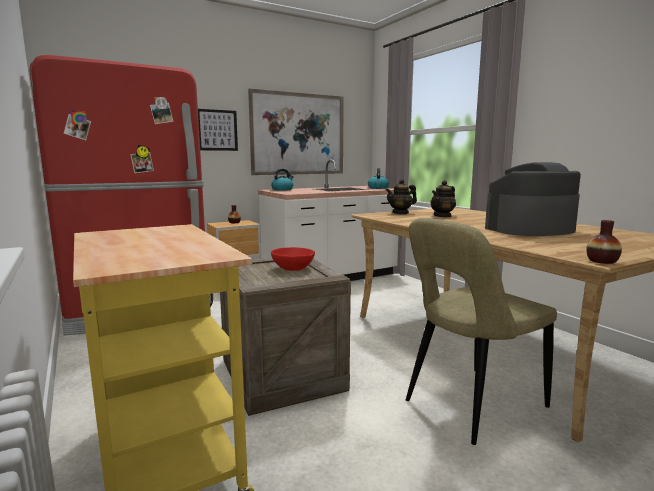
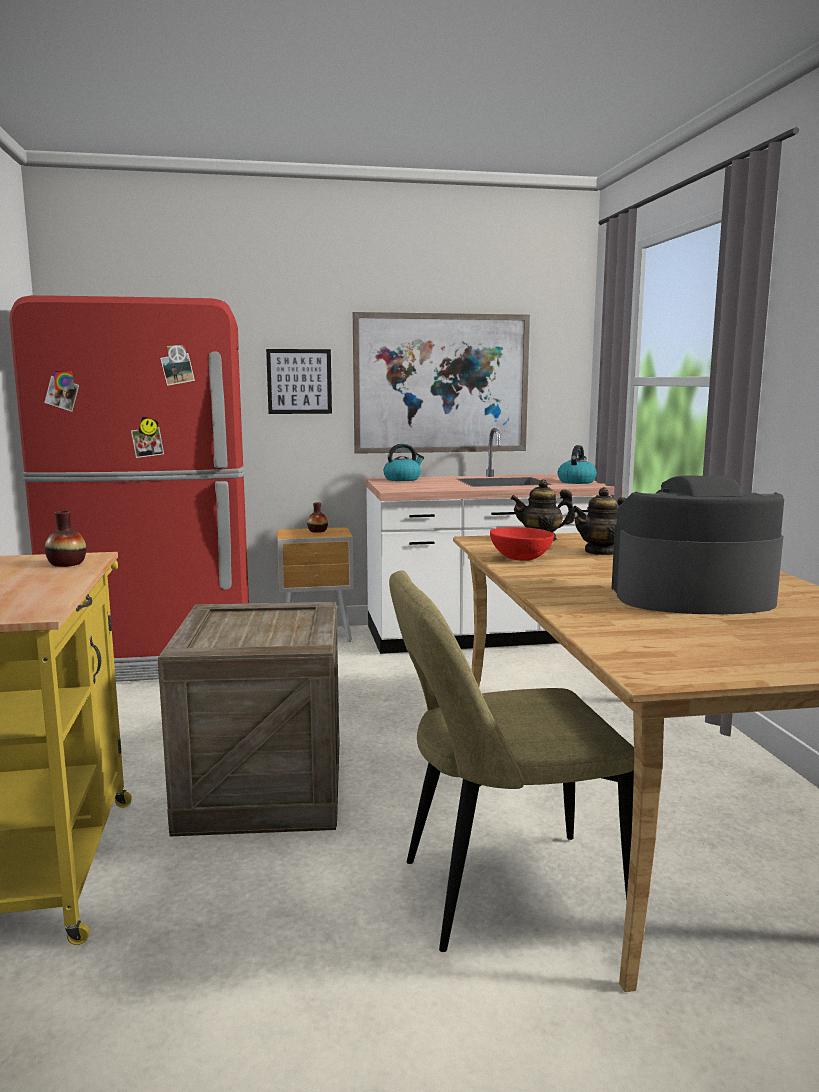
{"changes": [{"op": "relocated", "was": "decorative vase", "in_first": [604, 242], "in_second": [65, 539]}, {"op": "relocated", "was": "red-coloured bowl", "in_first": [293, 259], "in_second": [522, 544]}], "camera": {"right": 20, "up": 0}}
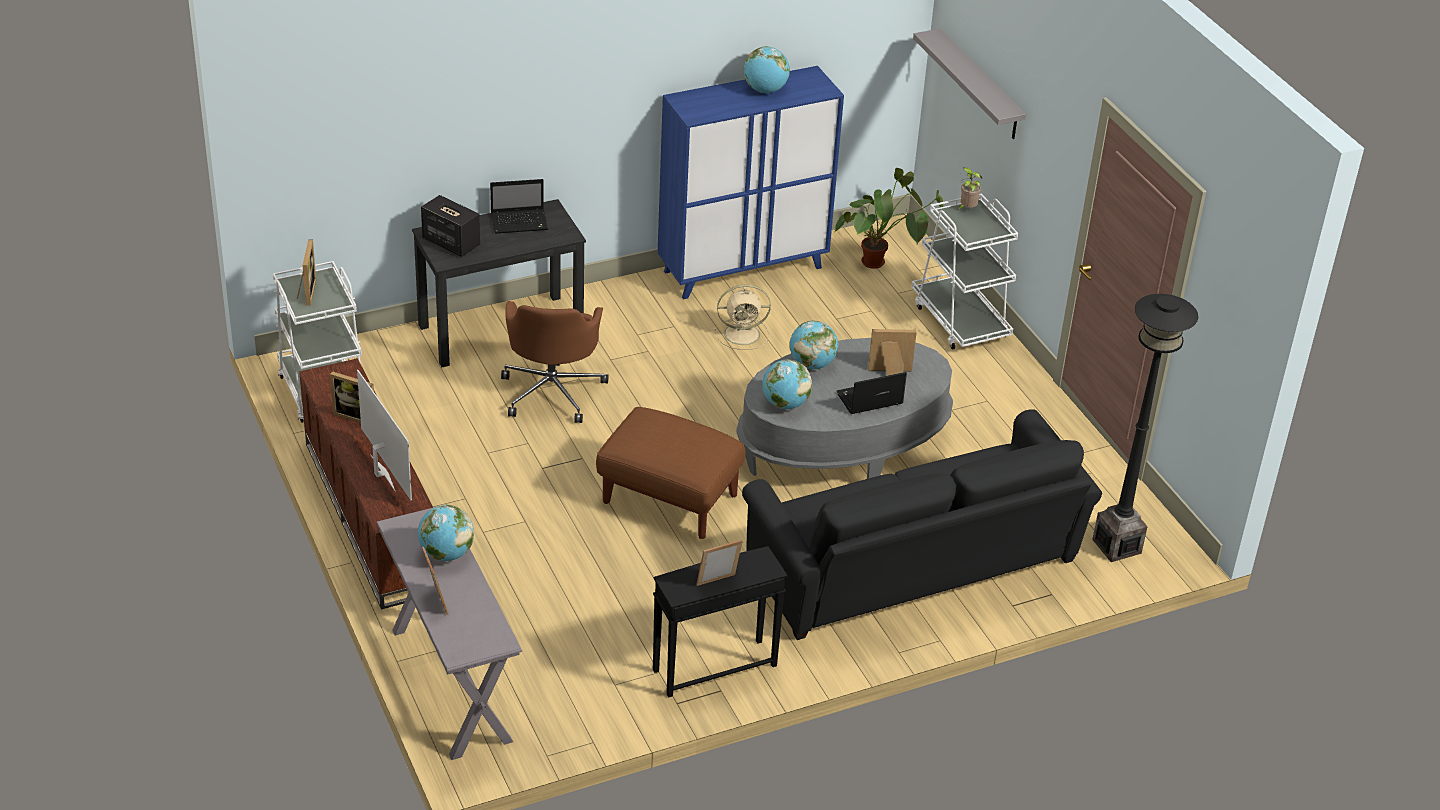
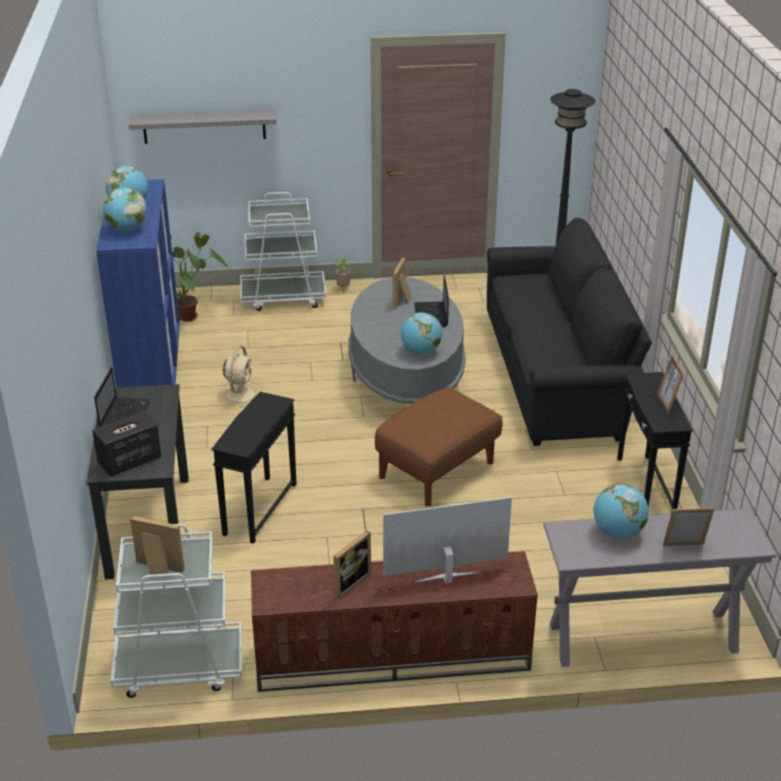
{"changes": [{"op": "relocated", "was": "desk globe", "in_first": [813, 345], "in_second": [125, 210]}, {"op": "exchanged", "was": "brown computer chair", "now": "blackish end table", "in_first": [554, 362], "in_second": [254, 468]}, {"op": "relocated", "was": "potted plant", "in_first": [969, 189], "in_second": [343, 275]}], "camera": {"right": -70, "up": -5}}
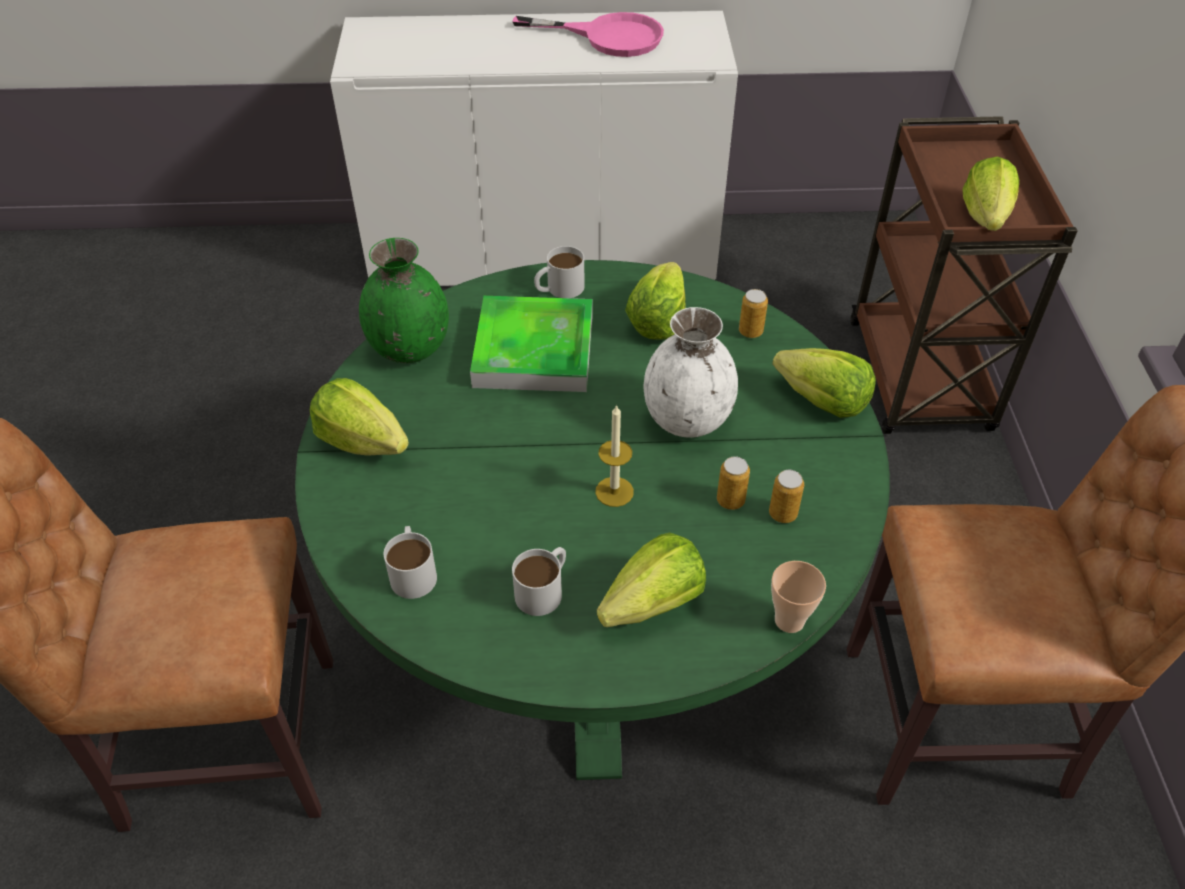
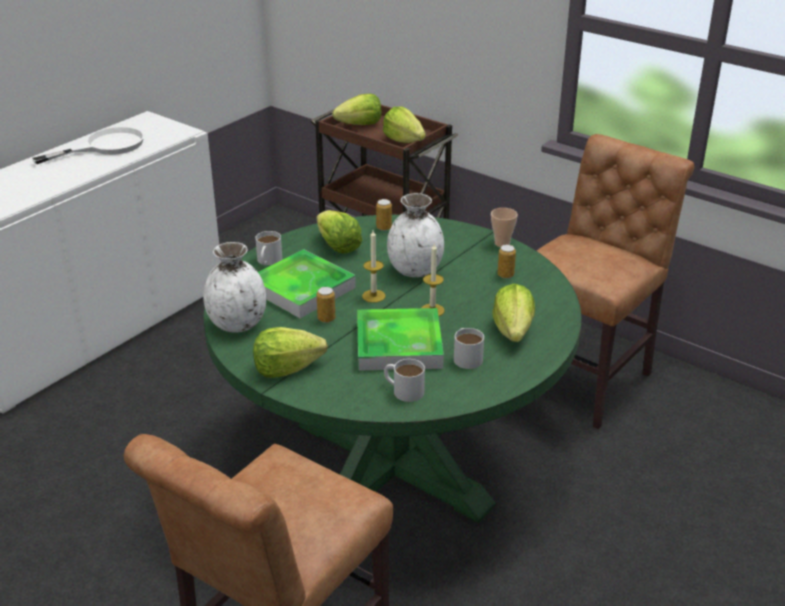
{"changes": [{"op": "colour", "was": "pinkish skillet", "now": "white skillet", "in_first": [588, 34], "in_second": [88, 145]}, {"op": "colour", "was": "green-coloured decorative vase", "now": "white decorative vase", "in_first": [404, 300], "in_second": [234, 287]}, {"op": "relocated", "was": "metal can", "in_first": [733, 483], "in_second": [326, 305]}, {"op": "relocated", "was": "lettuce head", "in_first": [824, 383], "in_second": [357, 109]}, {"op": "appeared", "now": "carrying tray", "in_second": [400, 339]}, {"op": "appeared", "now": "wax candle", "in_second": [373, 266]}, {"op": "relocated", "was": "small cup", "in_first": [798, 597], "in_second": [504, 227]}], "camera": {"right": -50, "up": -15}}
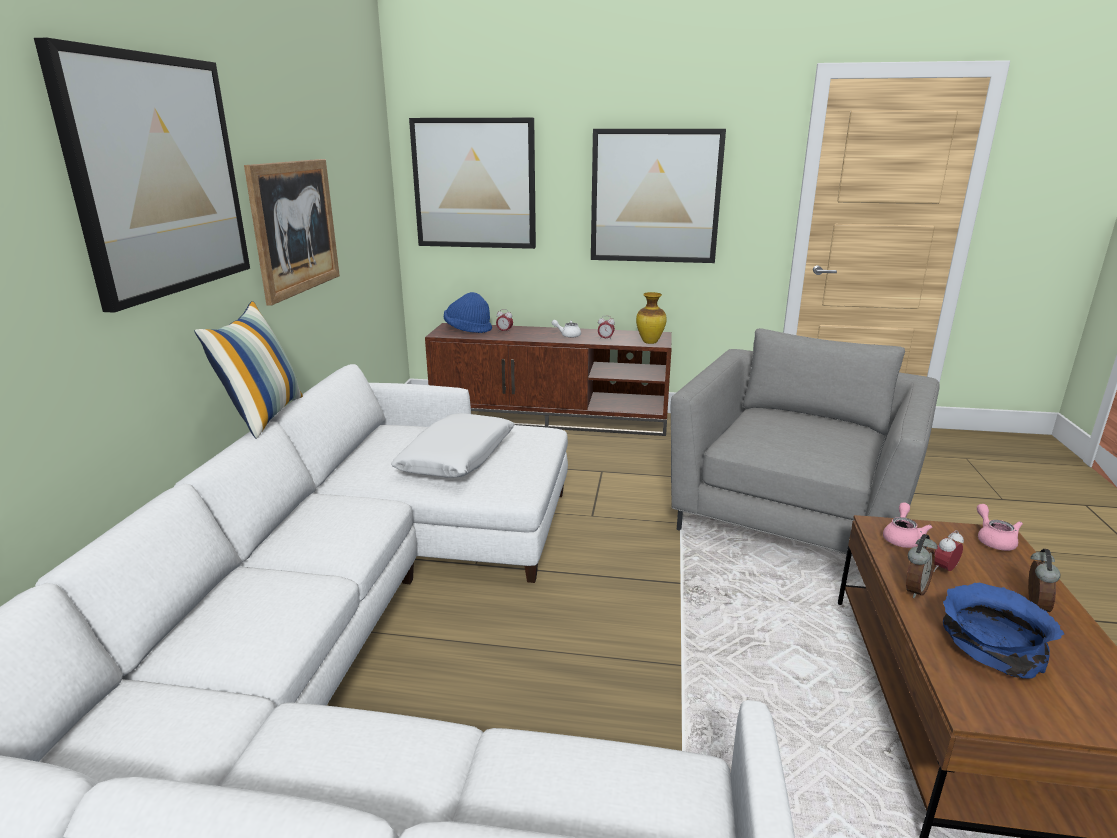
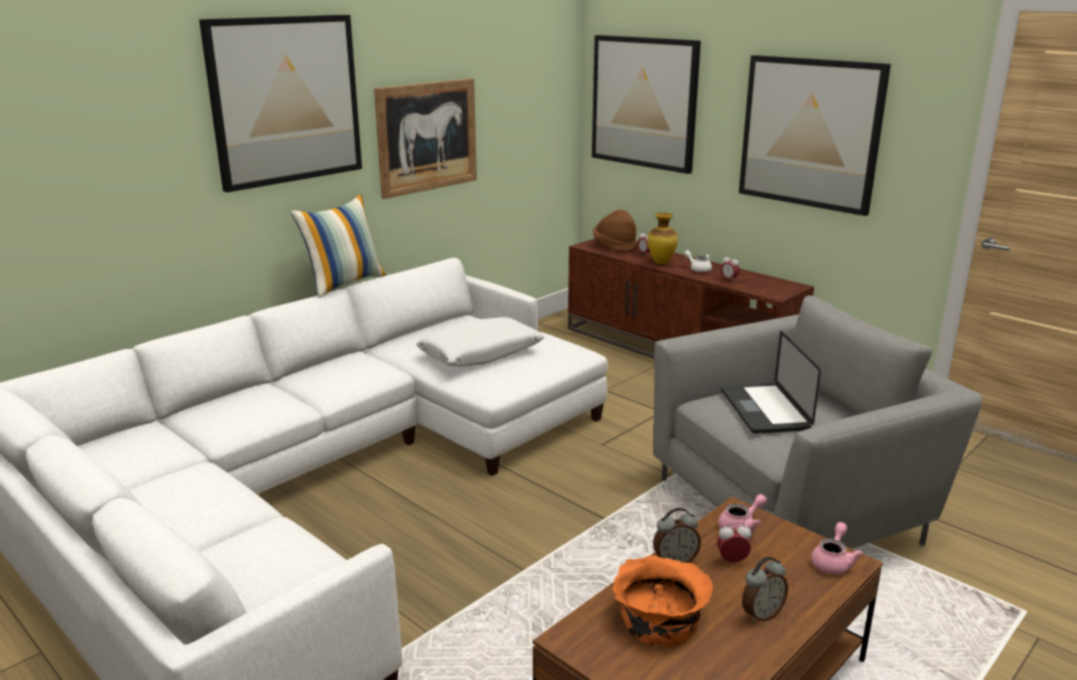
{"changes": [{"op": "colour", "was": "blue-coloured clothing hat", "now": "brown clothing hat", "in_first": [468, 312], "in_second": [615, 231]}, {"op": "colour", "was": "blue-coloured bowl", "now": "orangey bowl", "in_first": [1003, 631], "in_second": [663, 602]}, {"op": "relocated", "was": "decorative vase", "in_first": [651, 318], "in_second": [662, 238]}, {"op": "appeared", "now": "laptop", "in_second": [771, 382]}], "camera": {"right": 35, "up": 0}}
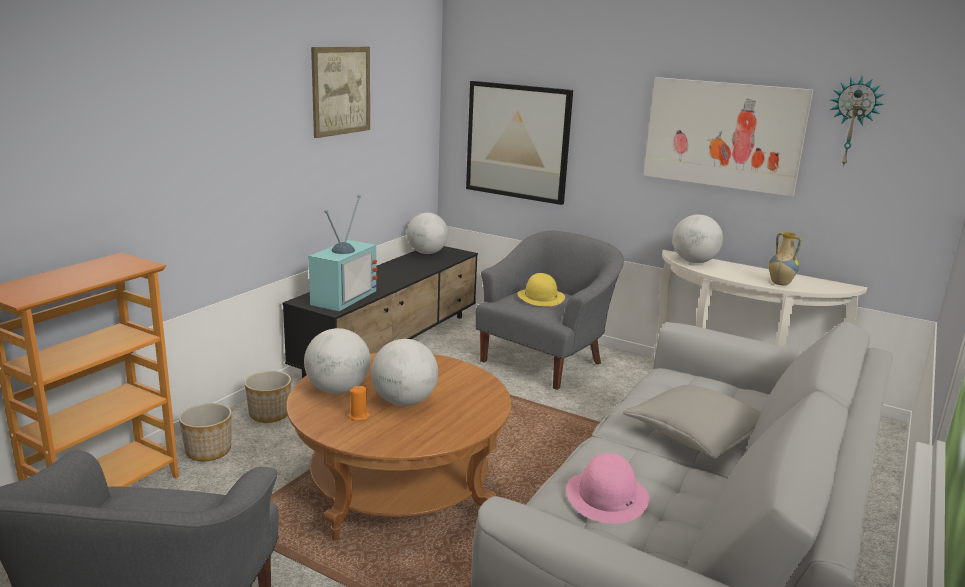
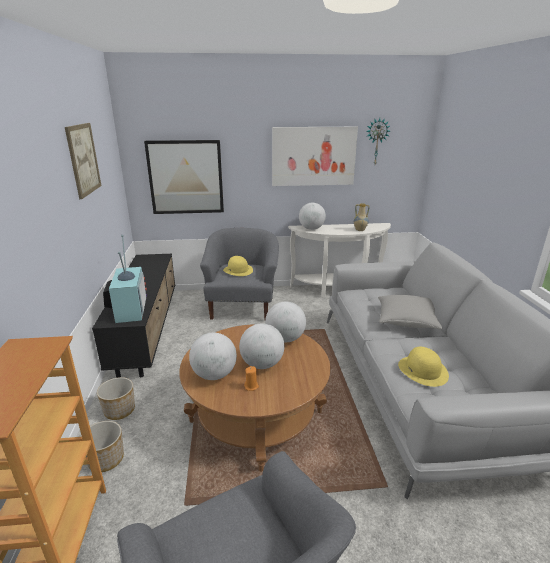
{"changes": [{"op": "relocated", "was": "desk globe", "in_first": [427, 233], "in_second": [285, 322]}, {"op": "colour", "was": "pinkish clothing hat", "now": "yellow-coloured clothing hat", "in_first": [607, 488], "in_second": [423, 367]}], "camera": {"right": -35, "up": 5}}
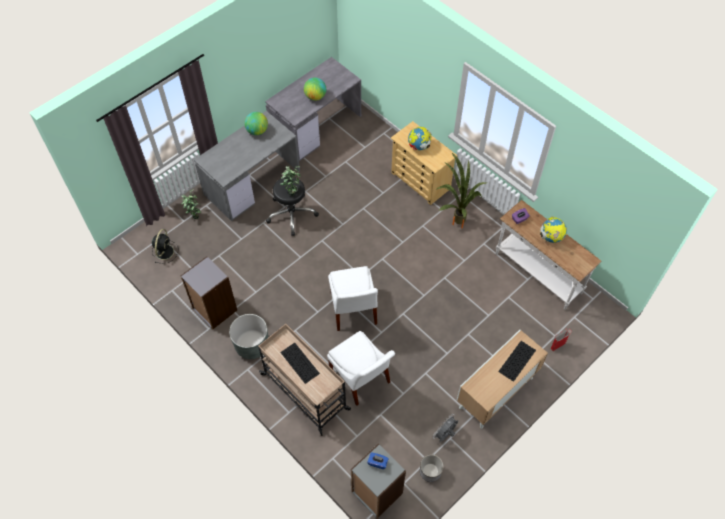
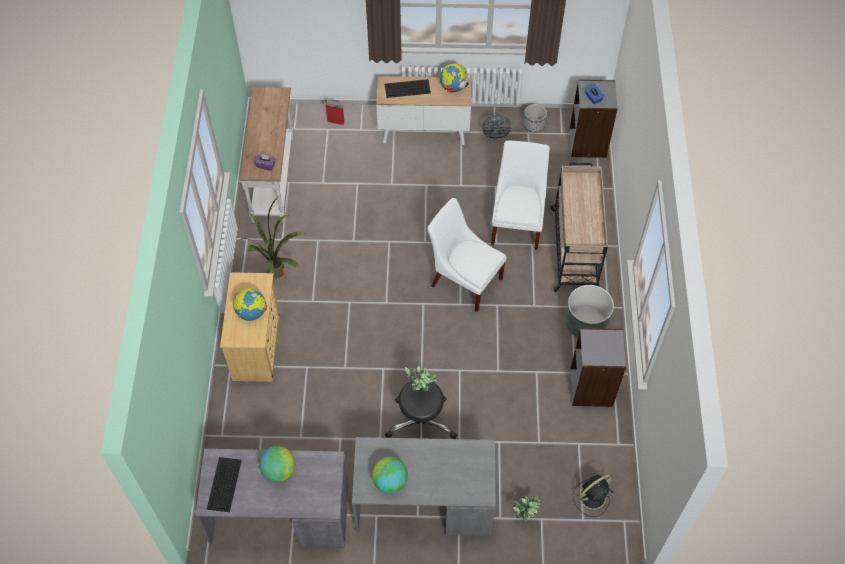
{"changes": [{"op": "relocated", "was": "PC keyboard", "in_first": [300, 363], "in_second": [224, 484]}, {"op": "spun", "was": "white plain chair", "in_first": [353, 298], "in_second": [466, 255], "clockwise": -90}, {"op": "relocated", "was": "desk globe", "in_first": [553, 230], "in_second": [454, 78]}], "camera": {"right": -135, "up": 0}}
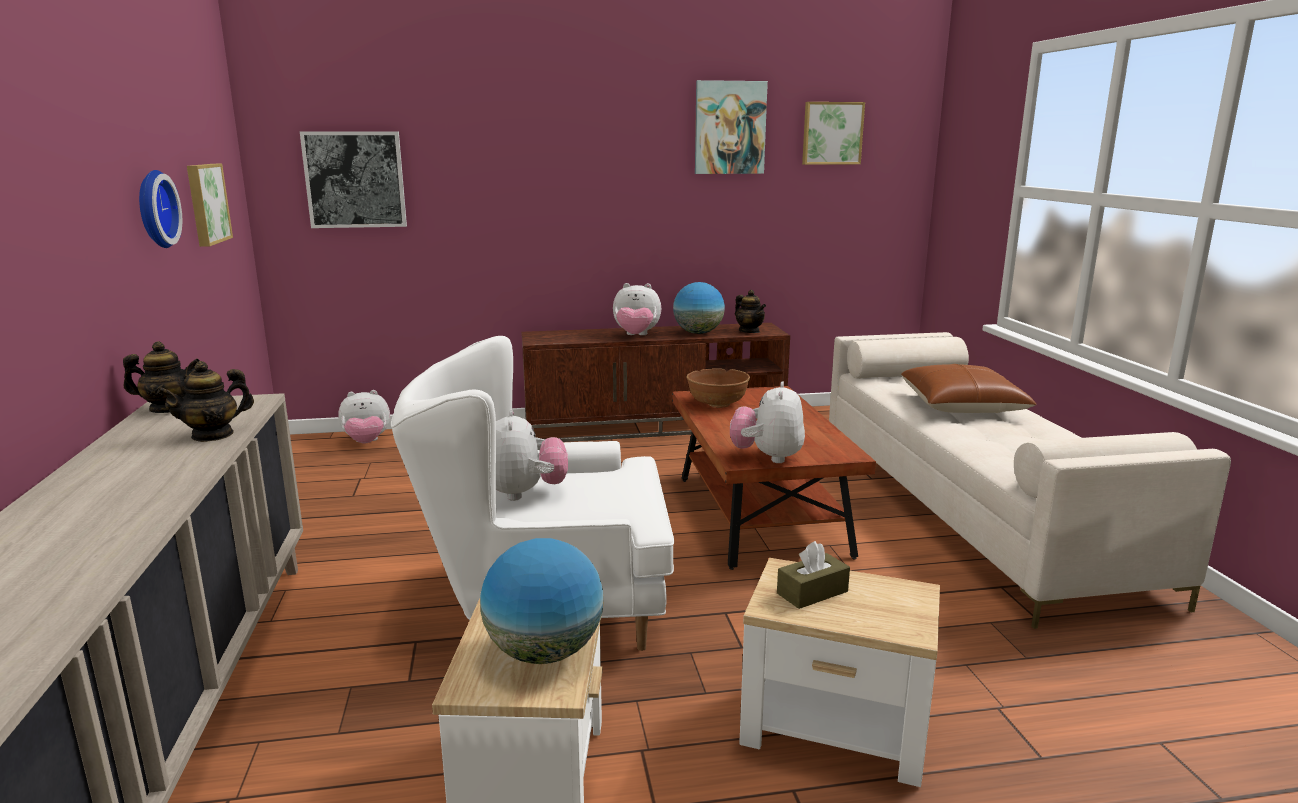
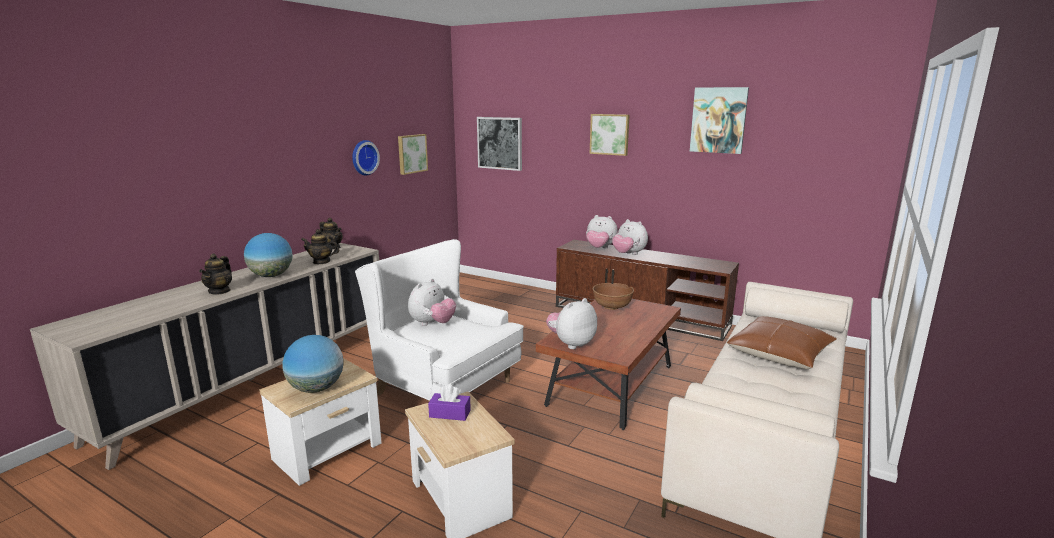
{"changes": [{"op": "relocated", "was": "teapot", "in_first": [750, 311], "in_second": [215, 274]}, {"op": "relocated", "was": "desk globe", "in_first": [699, 308], "in_second": [268, 255]}, {"op": "colour", "was": "brown box of tissues", "now": "purple-coloured box of tissues", "in_first": [813, 575], "in_second": [449, 403]}, {"op": "relocated", "was": "cuddly toy", "in_first": [364, 416], "in_second": [602, 231]}, {"op": "relocated", "was": "wall art", "in_first": [833, 133], "in_second": [610, 135]}], "camera": {"right": 40, "up": 0}}
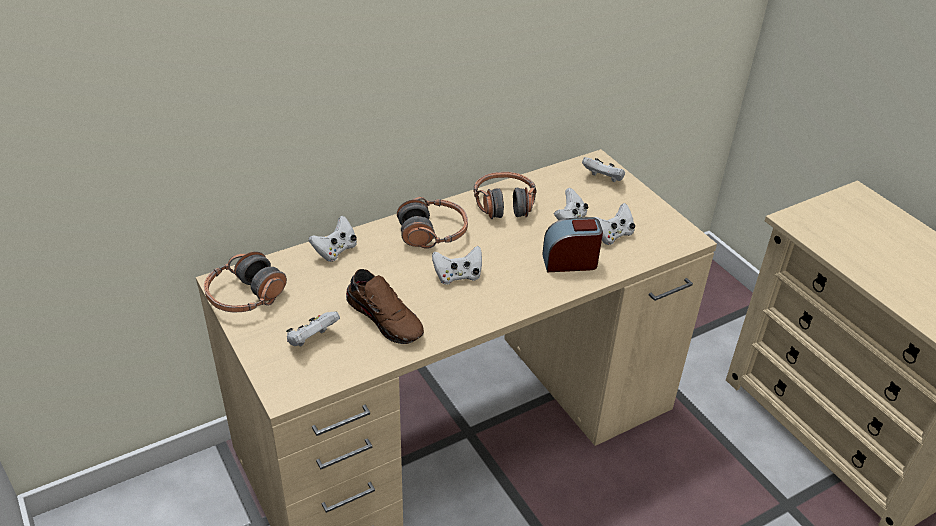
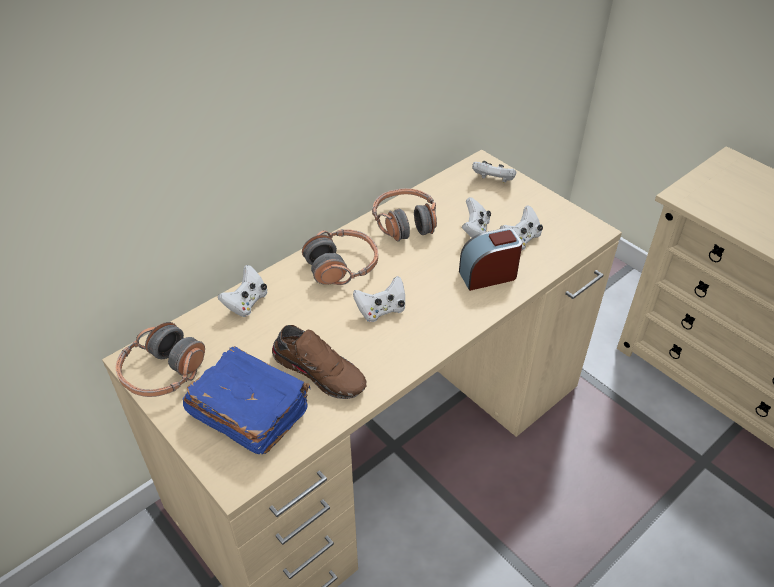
{"changes": [{"op": "exchanged", "was": "white gamepad", "now": "blue-coloured bound book", "in_first": [313, 329], "in_second": [246, 400]}], "camera": {"right": -10, "up": 5}}
